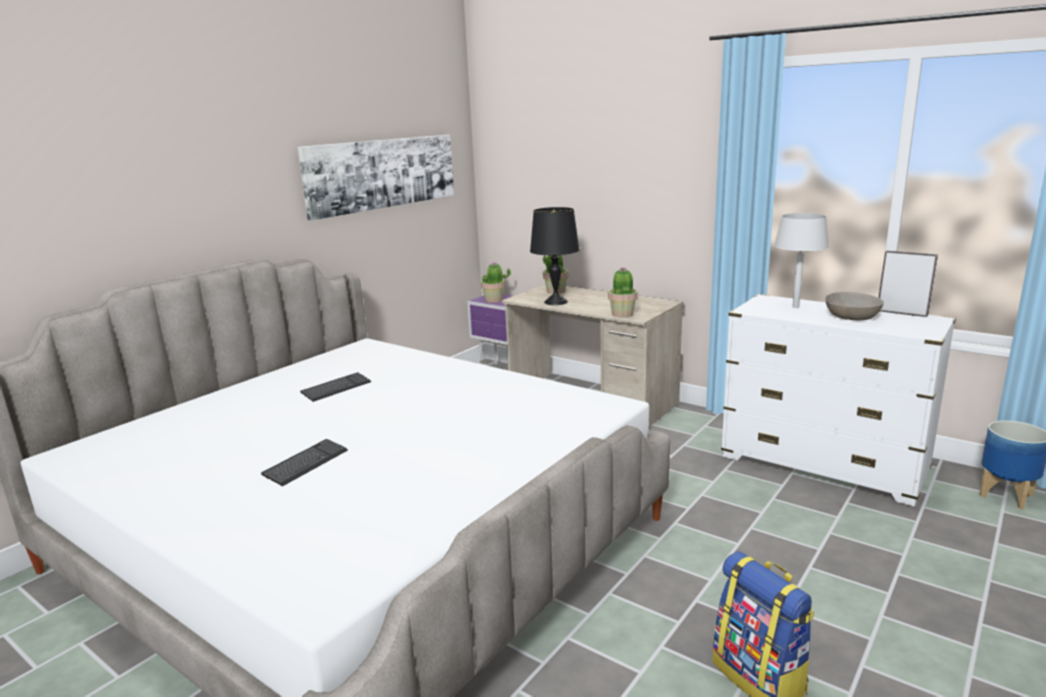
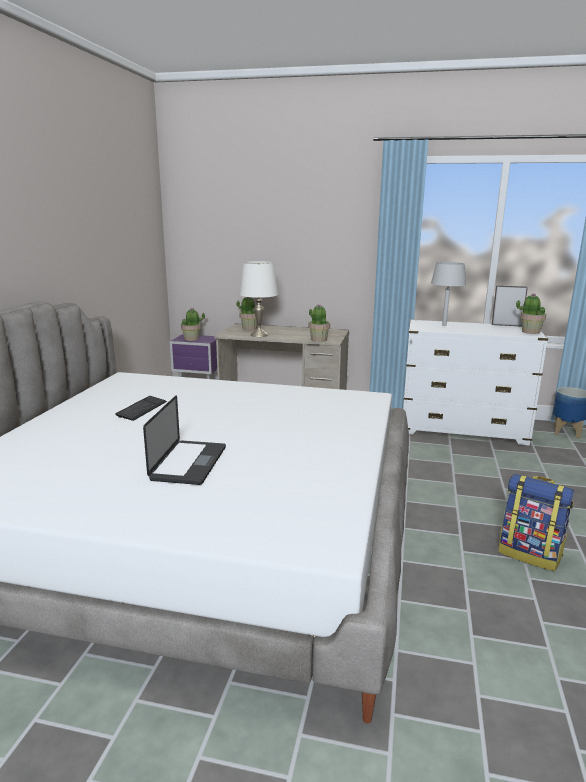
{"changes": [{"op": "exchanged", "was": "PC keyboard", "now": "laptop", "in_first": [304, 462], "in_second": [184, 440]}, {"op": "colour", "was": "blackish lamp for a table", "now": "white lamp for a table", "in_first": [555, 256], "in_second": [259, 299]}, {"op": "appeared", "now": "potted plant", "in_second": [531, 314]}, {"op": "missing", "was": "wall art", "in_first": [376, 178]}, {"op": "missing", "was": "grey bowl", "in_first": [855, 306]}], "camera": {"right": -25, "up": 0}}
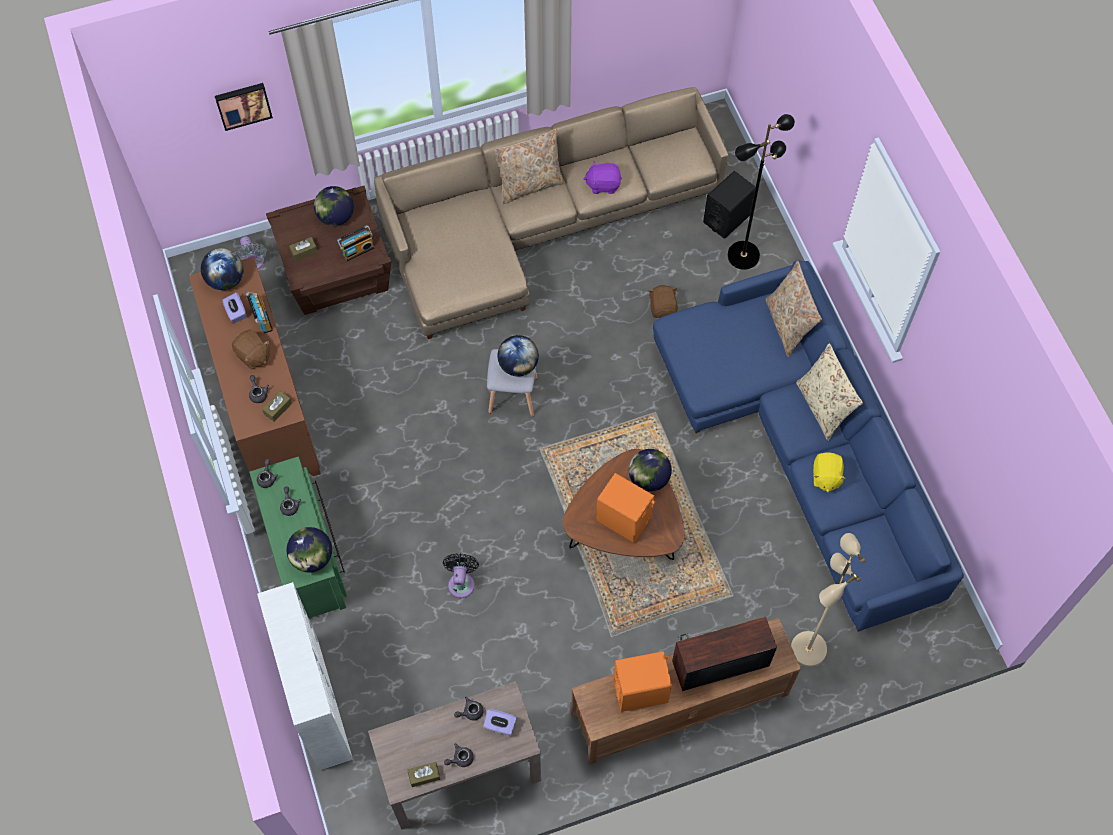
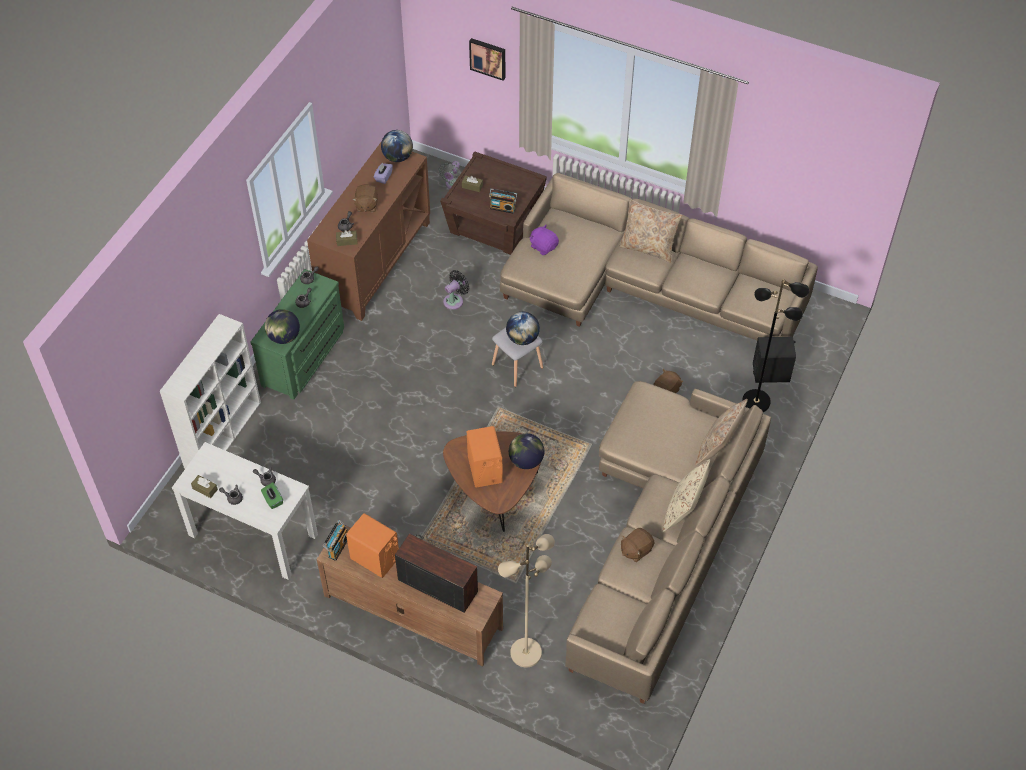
{"changes": [{"op": "colour", "was": "brown console table", "now": "white console table", "in_first": [454, 755], "in_second": [245, 511]}, {"op": "colour", "was": "purple-coloured box of tissues", "now": "green-coloured box of tissues", "in_first": [500, 722], "in_second": [272, 495]}, {"op": "relocated", "was": "radio set", "in_first": [259, 313], "in_second": [335, 540]}, {"op": "relocated", "was": "blackish electric fan", "in_first": [461, 576], "in_second": [456, 290]}, {"op": "relocated", "was": "purple-coloured cuddly toy", "in_first": [602, 177], "in_second": [544, 240]}, {"op": "colour", "was": "blue-coloured settee", "now": "sand-coloured settee", "in_first": [808, 446], "in_second": [668, 542]}, {"op": "colour", "was": "yellow-coloured cuddly toy", "now": "brown cuddly toy", "in_first": [829, 472], "in_second": [638, 545]}, {"op": "missing", "was": "desk globe", "in_first": [334, 206]}], "camera": {"right": 45, "up": -10}}
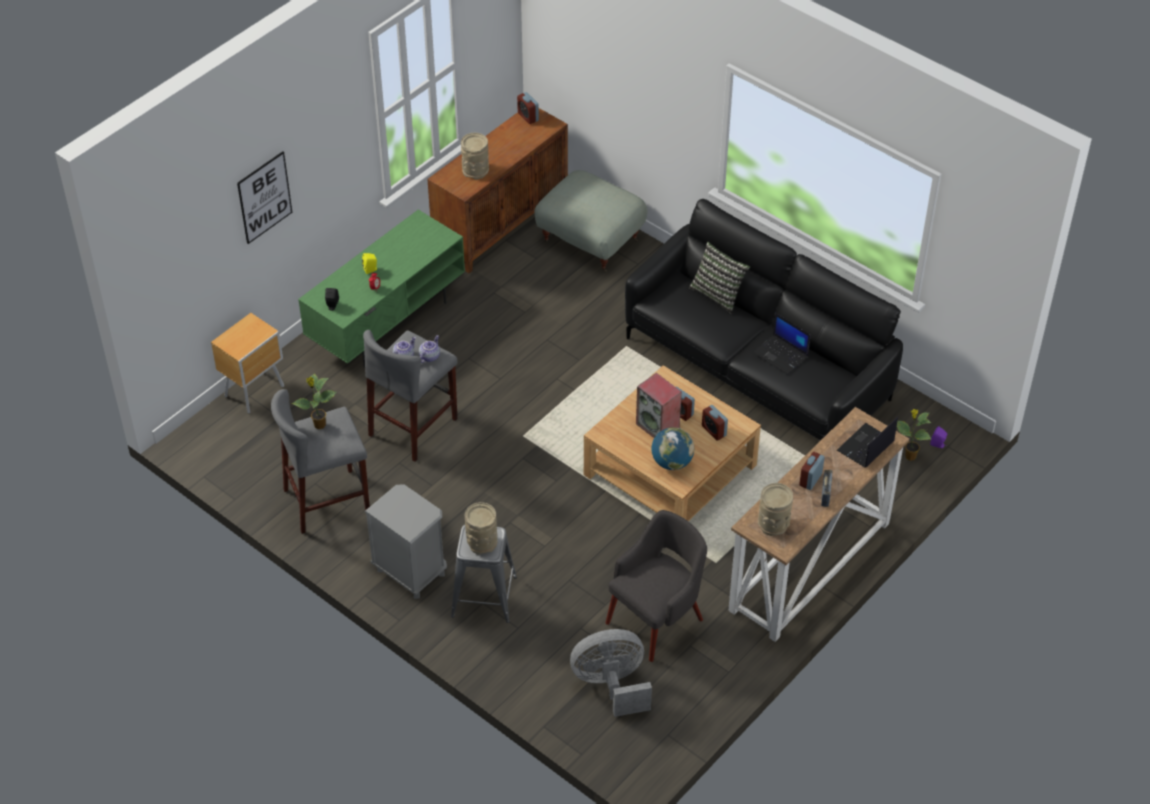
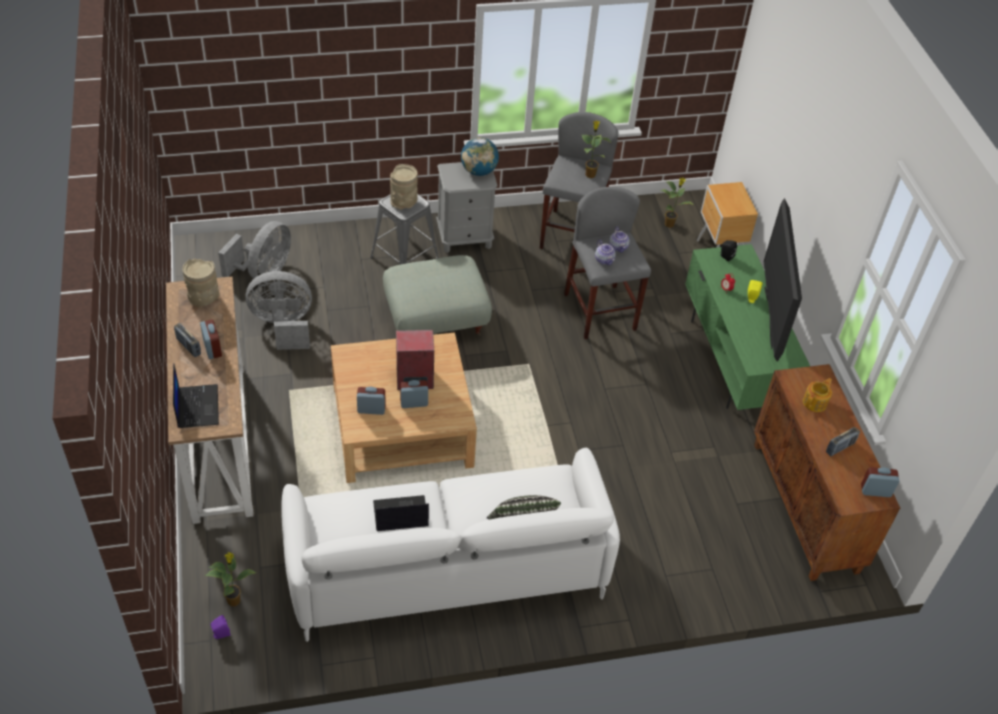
{"changes": [{"op": "exchanged", "was": "grey armchair", "now": "grey electric fan", "in_first": [656, 586], "in_second": [279, 310]}, {"op": "colour", "was": "blackish settee", "now": "white settee", "in_first": [764, 320], "in_second": [450, 545]}, {"op": "relocated", "was": "grey pouffe", "in_first": [591, 221], "in_second": [437, 295]}, {"op": "relocated", "was": "desk globe", "in_first": [673, 448], "in_second": [480, 156]}, {"op": "appeared", "now": "potted plant", "in_second": [677, 203]}, {"op": "appeared", "now": "TV", "in_second": [783, 280]}, {"op": "exchanged", "was": "sand-coloured decorative vase", "now": "teapot", "in_first": [475, 156], "in_second": [817, 395]}, {"op": "appeared", "now": "radio set", "in_second": [843, 441]}, {"op": "missing", "was": "wall art", "in_first": [264, 197]}], "camera": {"right": 125, "up": 0}}
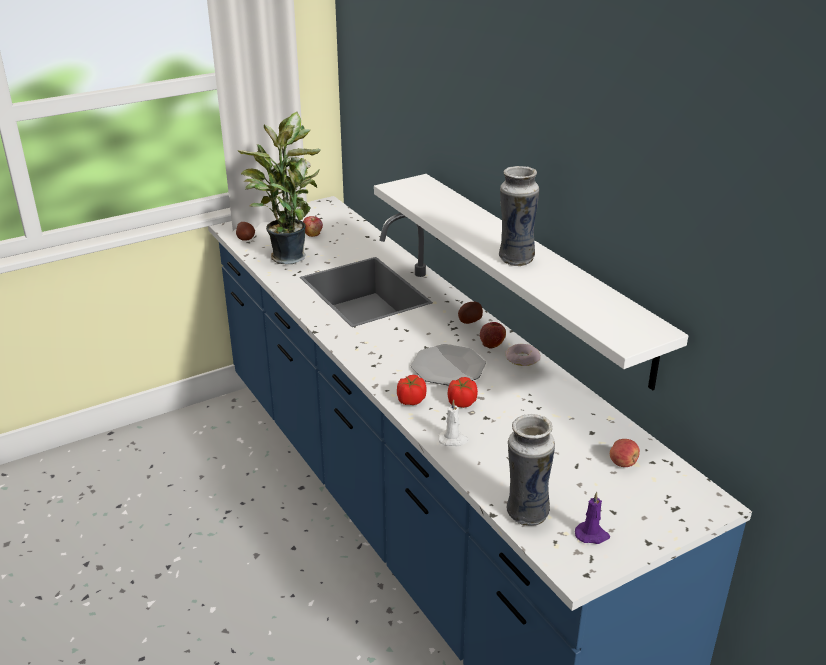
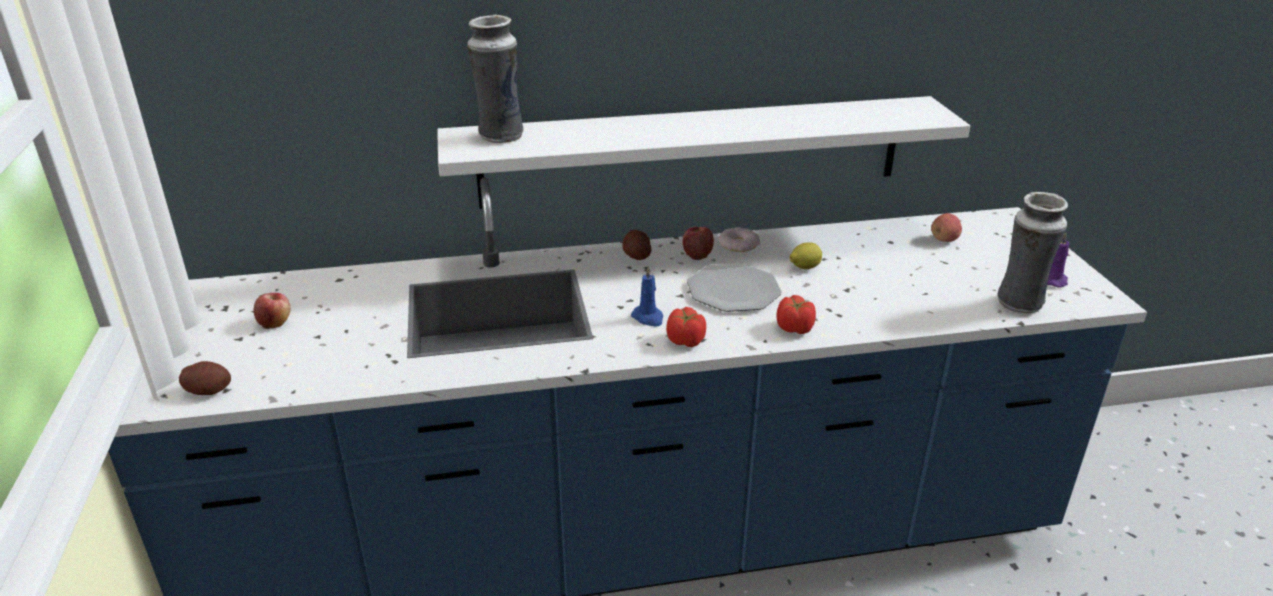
{"changes": [{"op": "relocated", "was": "decorative vase", "in_first": [519, 216], "in_second": [495, 79]}, {"op": "appeared", "now": "blue-coloured wax candle", "in_second": [647, 296]}, {"op": "relocated", "was": "fresh tomato", "in_first": [463, 392], "in_second": [686, 327]}, {"op": "appeared", "now": "lemon", "in_second": [806, 255]}, {"op": "missing", "was": "potted plant", "in_first": [279, 188]}, {"op": "missing", "was": "white wax candle", "in_first": [453, 423]}], "camera": {"right": -70, "up": 0}}
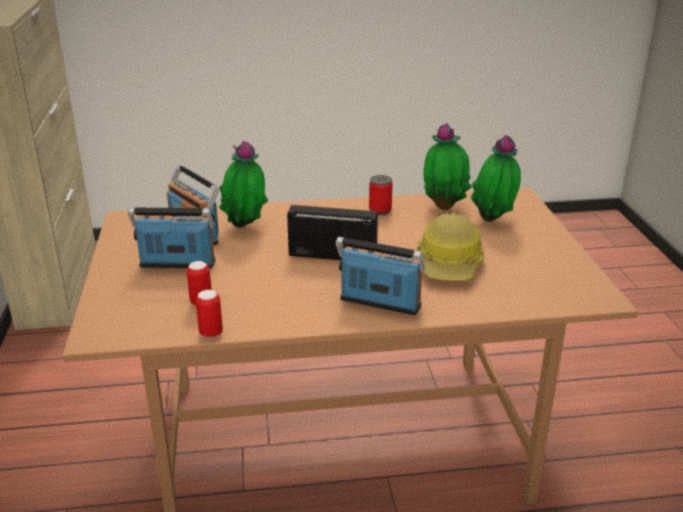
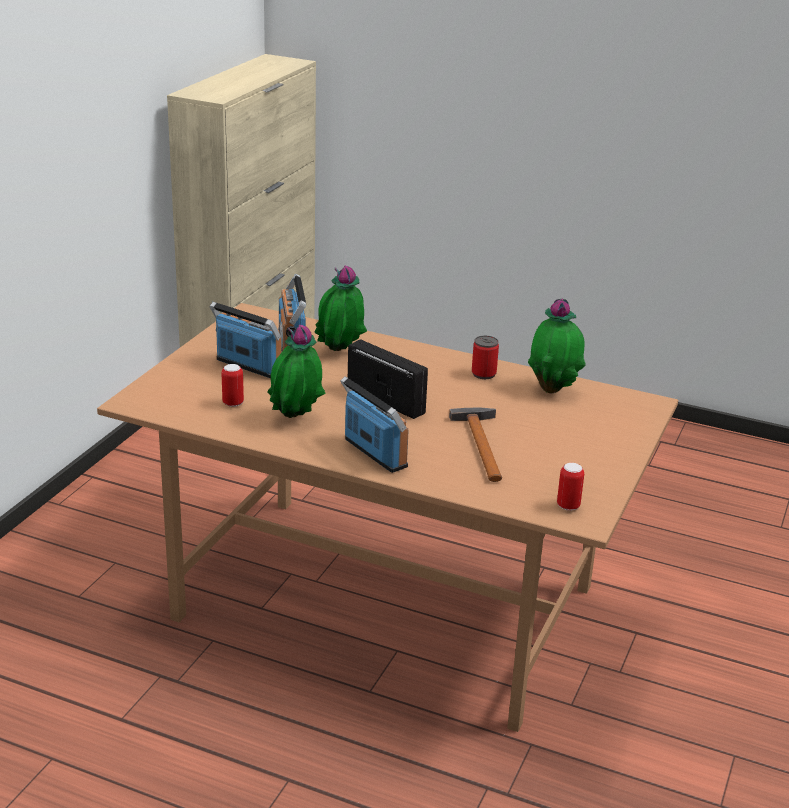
{"changes": [{"op": "relocated", "was": "potted plant", "in_first": [496, 178], "in_second": [296, 371]}, {"op": "exchanged", "was": "work helmet", "now": "tool hammer", "in_first": [450, 247], "in_second": [475, 444]}, {"op": "relocated", "was": "metal can", "in_first": [209, 314], "in_second": [570, 487]}], "camera": {"right": 30, "up": 0}}
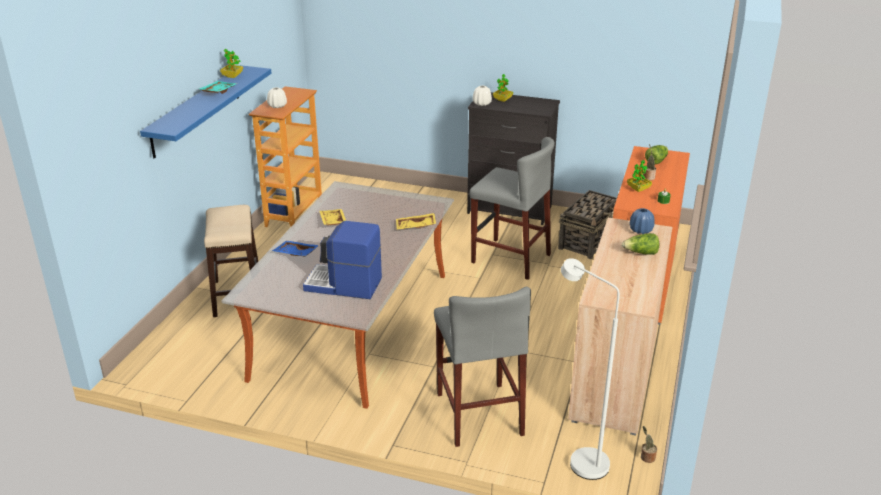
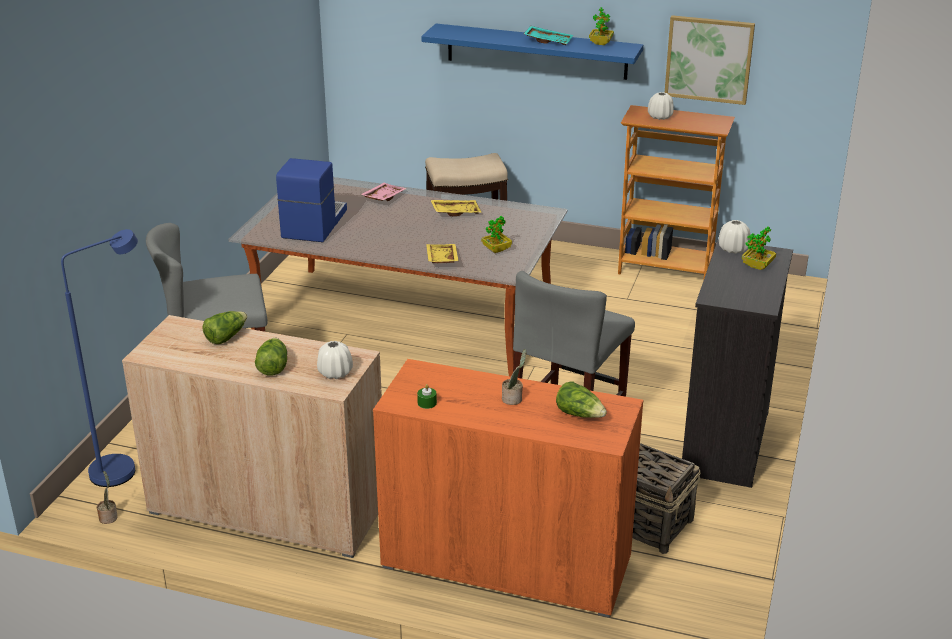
{"changes": [{"op": "colour", "was": "white standing lamp", "now": "blue-coloured standing lamp", "in_first": [590, 369], "in_second": [99, 358]}, {"op": "appeared", "now": "lettuce head", "in_second": [224, 327]}, {"op": "colour", "was": "blue-coloured decorative vase", "now": "white decorative vase", "in_first": [642, 221], "in_second": [335, 360]}, {"op": "colour", "was": "blue-coloured carrying tray", "now": "pinkish carrying tray", "in_first": [295, 248], "in_second": [383, 192]}, {"op": "relocated", "was": "potted plant", "in_first": [639, 176], "in_second": [496, 234]}, {"op": "appeared", "now": "wall art", "in_second": [710, 60]}], "camera": {"right": 90, "up": 0}}
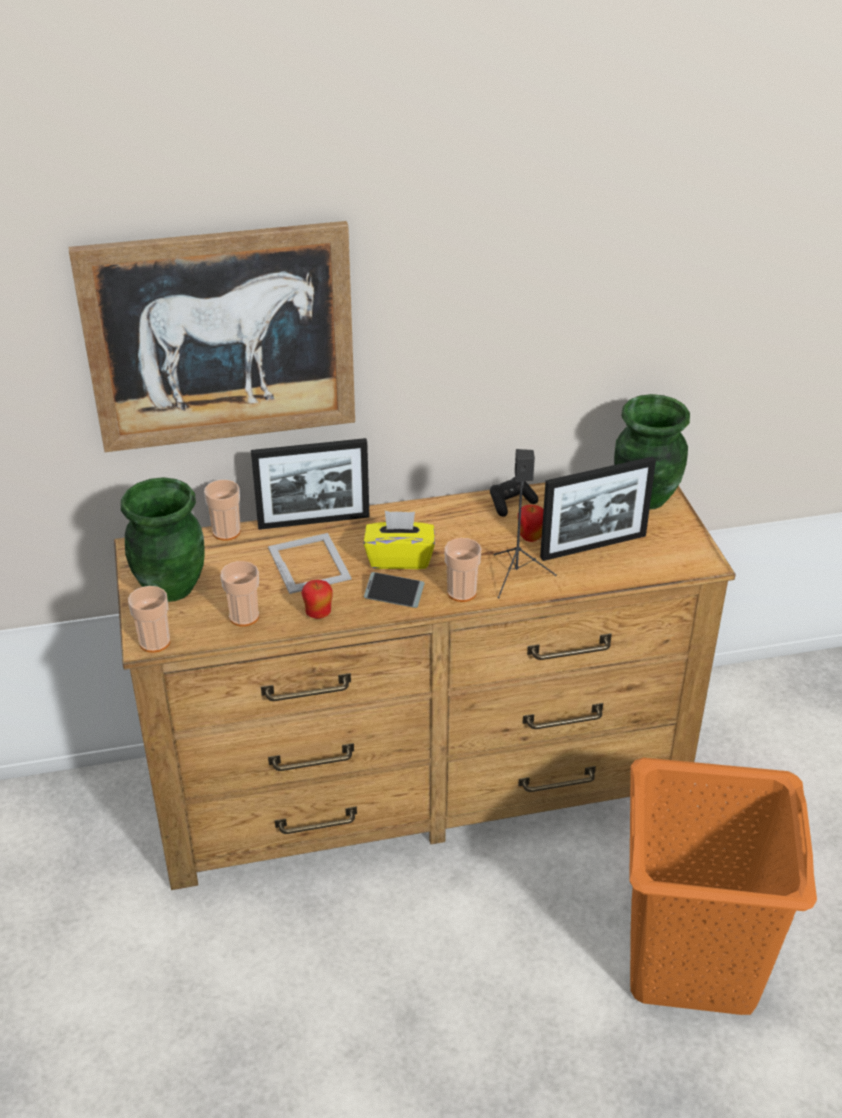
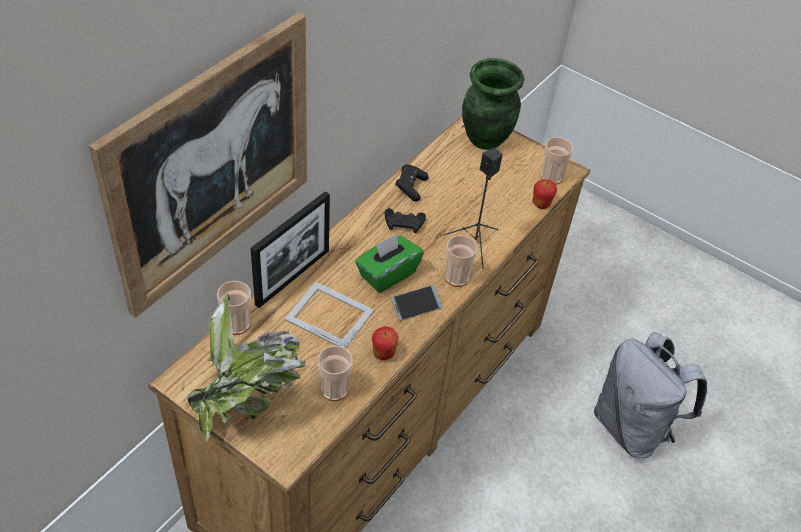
{"changes": [{"op": "exchanged", "was": "green-coloured decorative vase", "now": "potted plant", "in_first": [162, 539], "in_second": [246, 368]}, {"op": "colour", "was": "yellow-coloured box of tissues", "now": "green-coloured box of tissues", "in_first": [399, 540], "in_second": [389, 263]}, {"op": "appeared", "now": "blackish gamepad", "in_second": [405, 220]}, {"op": "relocated", "was": "apple", "in_first": [531, 523], "in_second": [545, 194]}, {"op": "relocated", "was": "small cup", "in_first": [149, 619], "in_second": [556, 161]}, {"op": "exchanged", "was": "orangey hamper", "now": "grey knapsack", "in_first": [723, 886], "in_second": [650, 395]}, {"op": "missing", "was": "standing frame", "in_first": [598, 509]}], "camera": {"right": -45, "up": 10}}
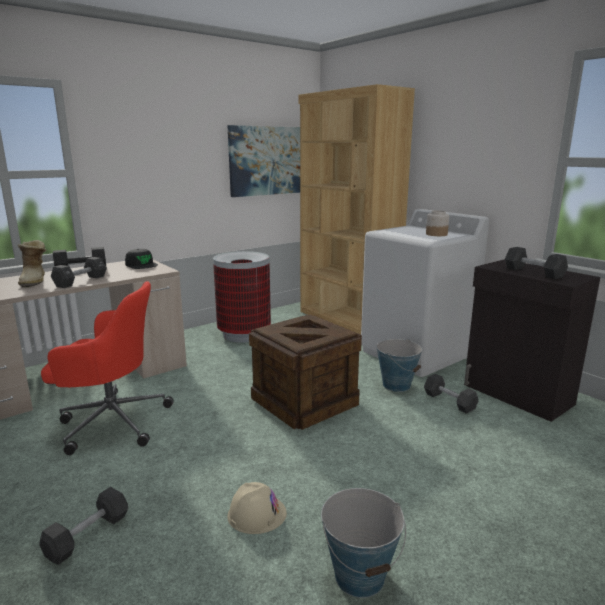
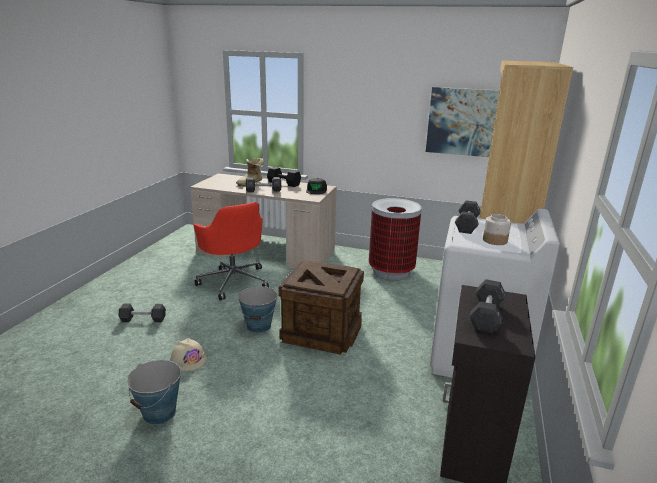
{"changes": [{"op": "relocated", "was": "pail", "in_first": [399, 365], "in_second": [257, 309]}, {"op": "relocated", "was": "blackish free weight", "in_first": [451, 394], "in_second": [468, 217]}], "camera": {"right": 55, "up": 5}}
